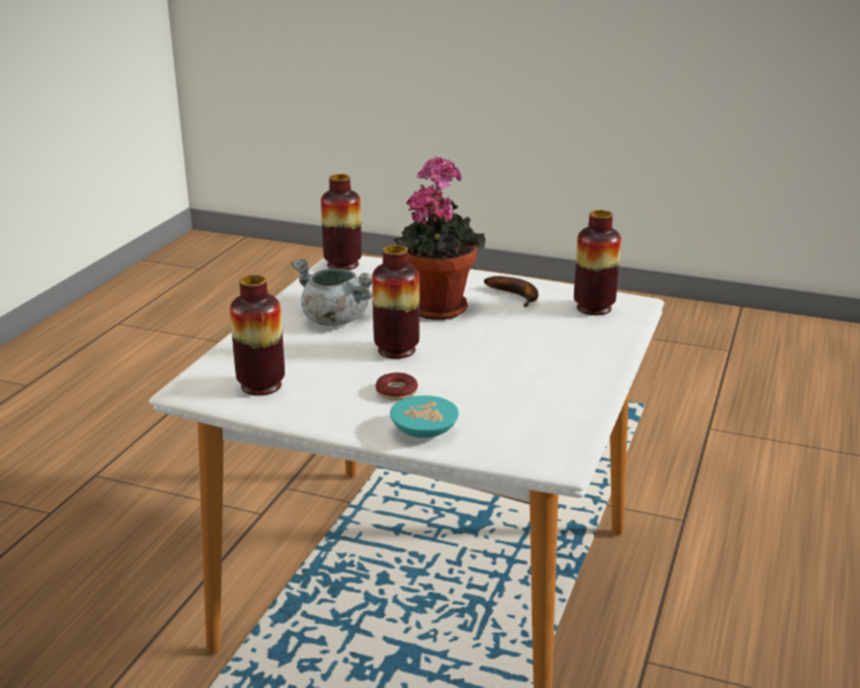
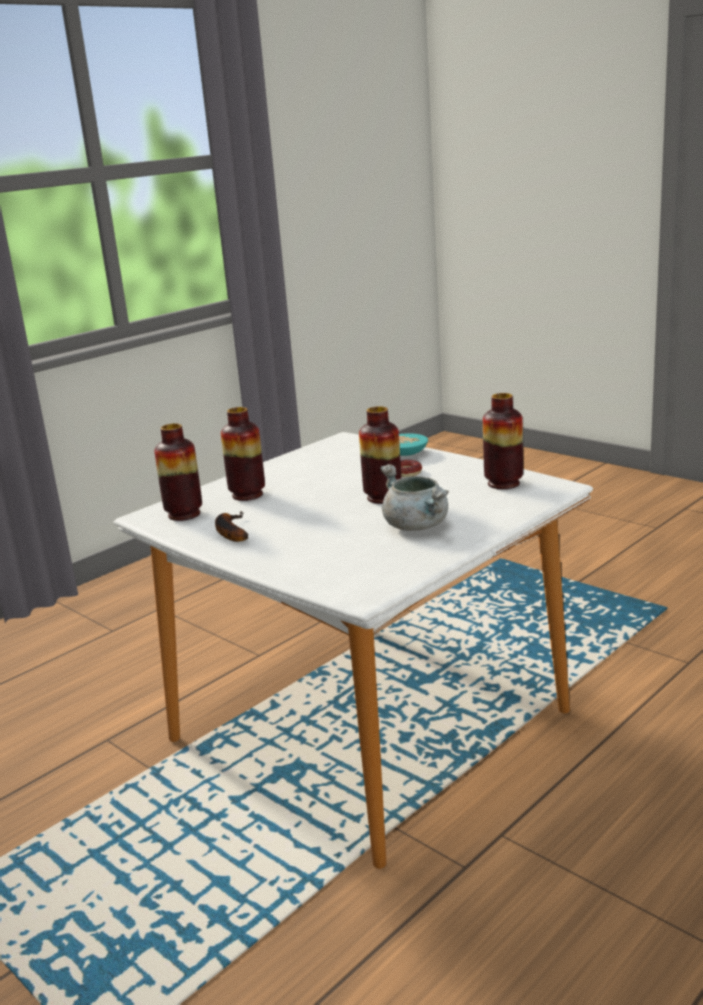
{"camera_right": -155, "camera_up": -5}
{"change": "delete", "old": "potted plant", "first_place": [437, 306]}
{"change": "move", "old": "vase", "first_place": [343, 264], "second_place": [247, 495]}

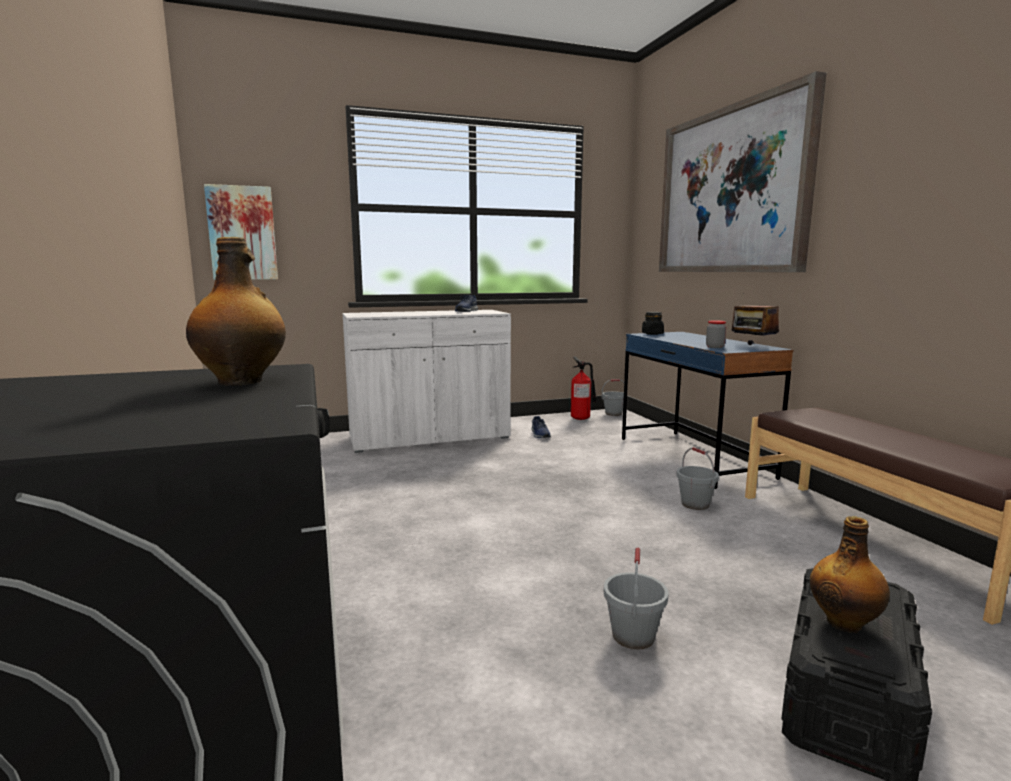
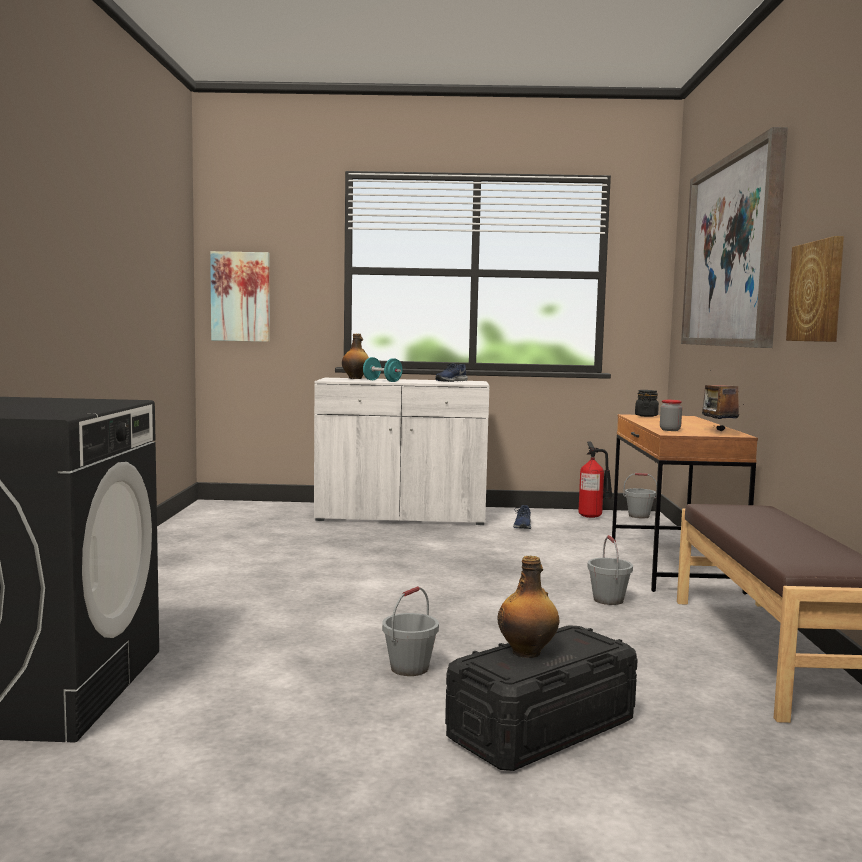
{"camera_right": 20, "camera_up": -5}
{"change": "move", "old": "bottle", "first_place": [242, 381], "second_place": [355, 378]}
{"change": "recolor", "old": "blue desk", "new": "brown desk", "first_place": [692, 457], "second_place": [671, 564]}
{"change": "insert", "new": "picture", "second_place": [817, 291]}
{"change": "insert", "new": "turquoise dumbbell", "second_place": [382, 381]}

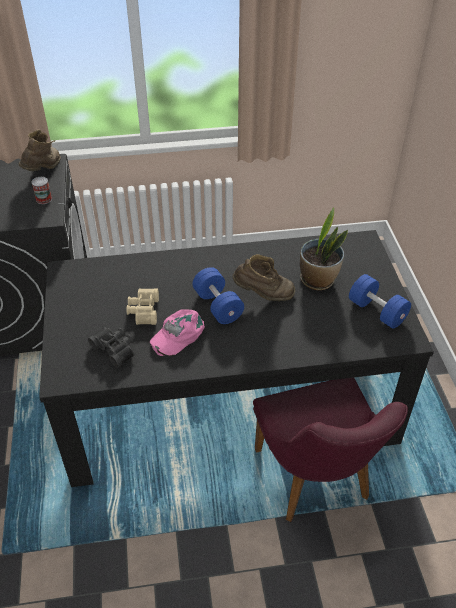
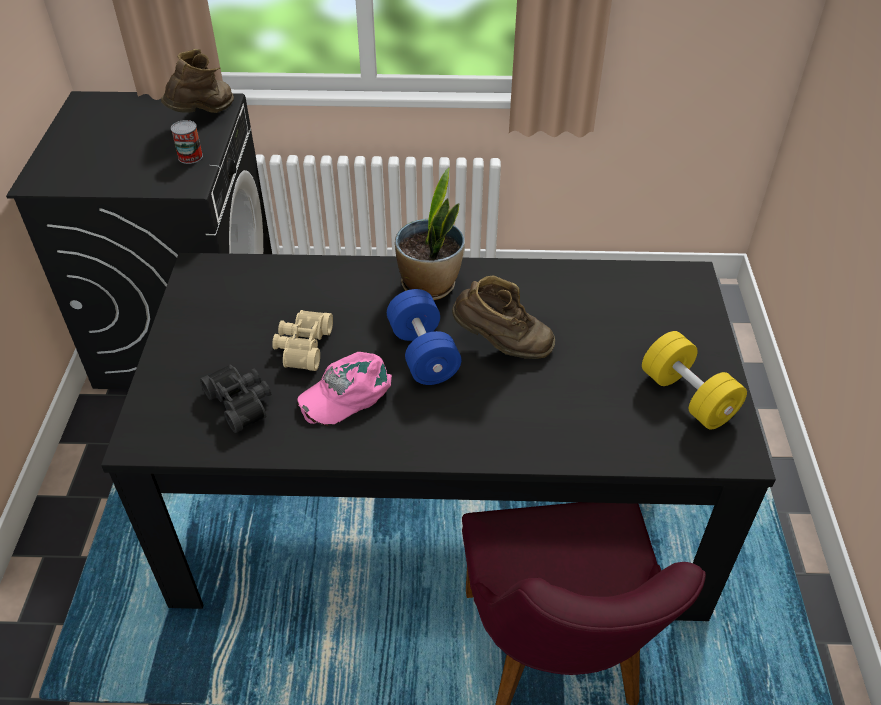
{"camera_right": 10, "camera_up": 0}
{"change": "move", "old": "potted plant", "first_place": [318, 280], "second_place": [430, 285]}
{"change": "recolor", "old": "blue dumbbell", "new": "yellow dumbbell", "first_place": [377, 311], "second_place": [687, 397]}

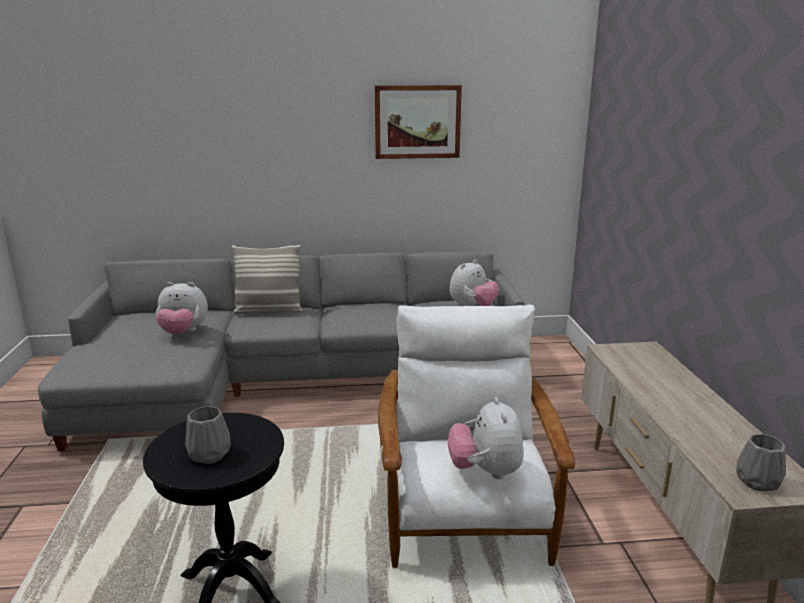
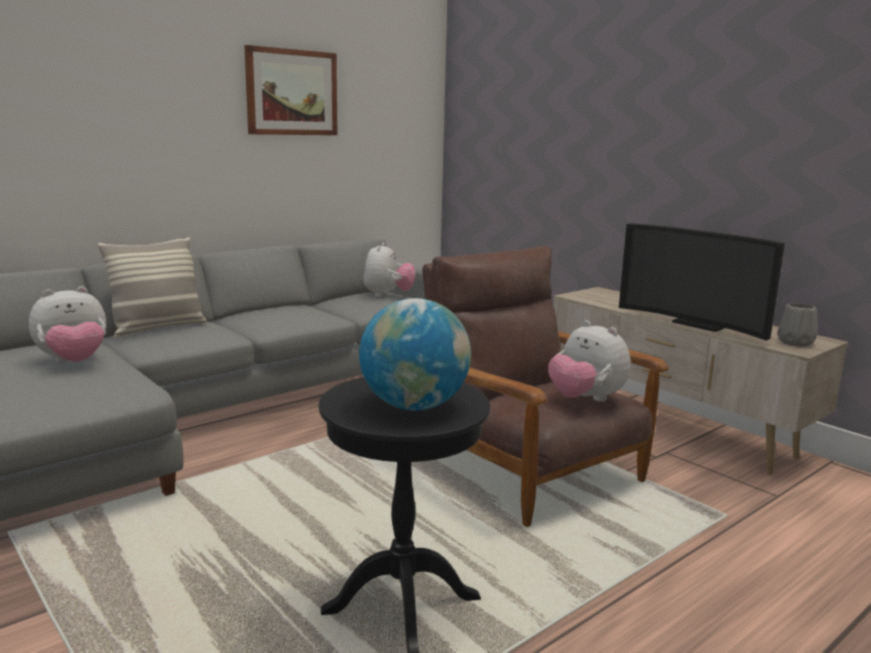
{"camera_right": -35, "camera_up": -5}
{"change": "recolor", "old": "white armchair", "new": "brown armchair", "first_place": [464, 509], "second_place": [526, 467]}
{"change": "replace", "old": "grey vase", "new": "globe", "first_place": [210, 454], "second_place": [414, 406]}
{"change": "insert", "new": "television", "second_place": [698, 324]}

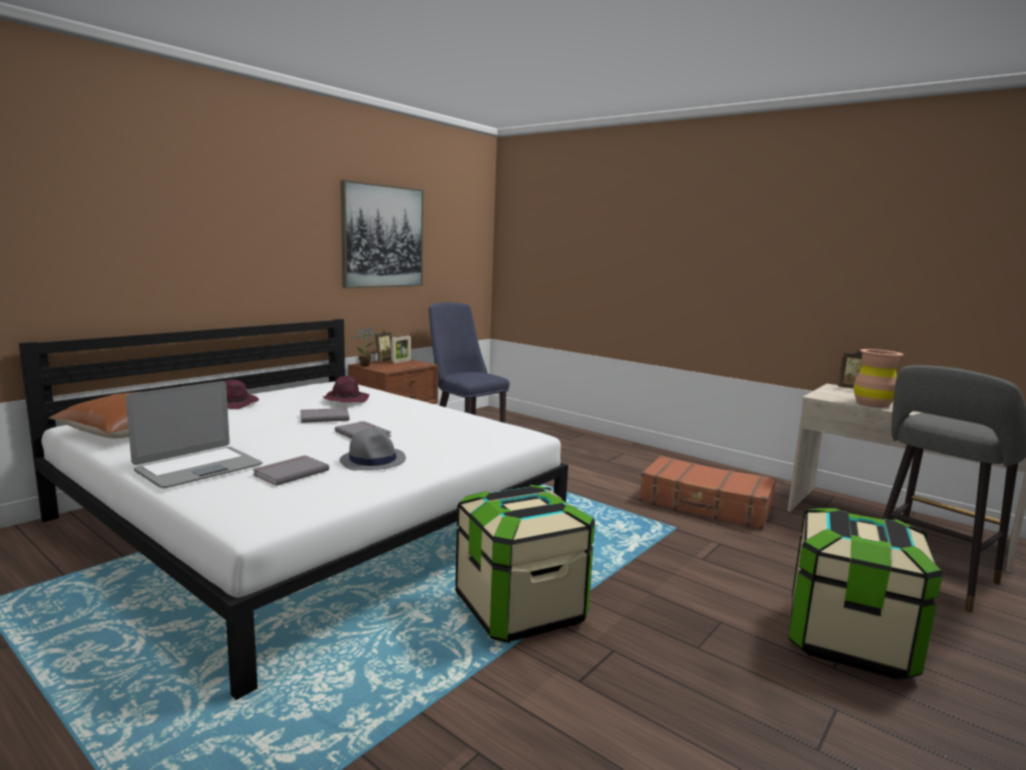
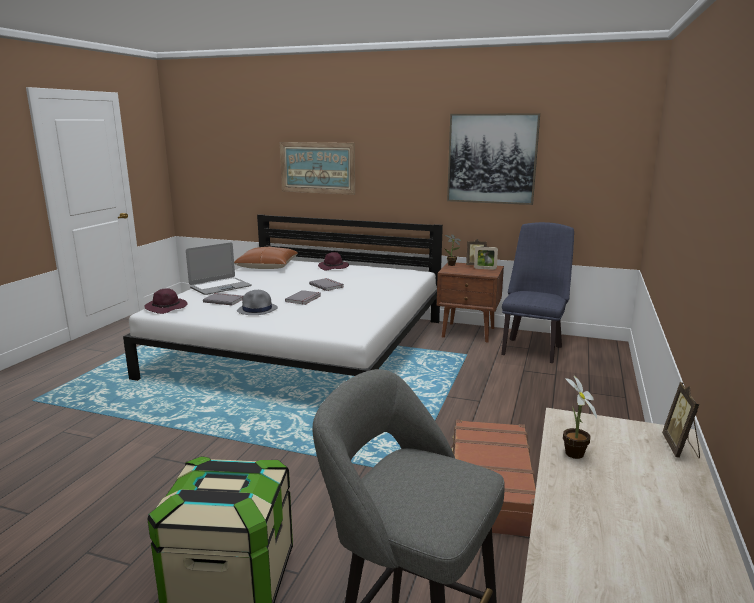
{"camera_right": 70, "camera_up": 5}
{"change": "replace", "old": "brown vase", "new": "potted plant", "first_place": [872, 404], "second_place": [573, 455]}
{"change": "move", "old": "purple hat", "first_place": [345, 399], "second_place": [167, 308]}
{"change": "rotate", "old": "laptop", "first_place": [198, 468], "second_place": [220, 287], "degrees": -60}
{"change": "delete", "old": "storage box", "first_place": [520, 609]}
{"change": "insert", "new": "picture", "second_place": [317, 167]}

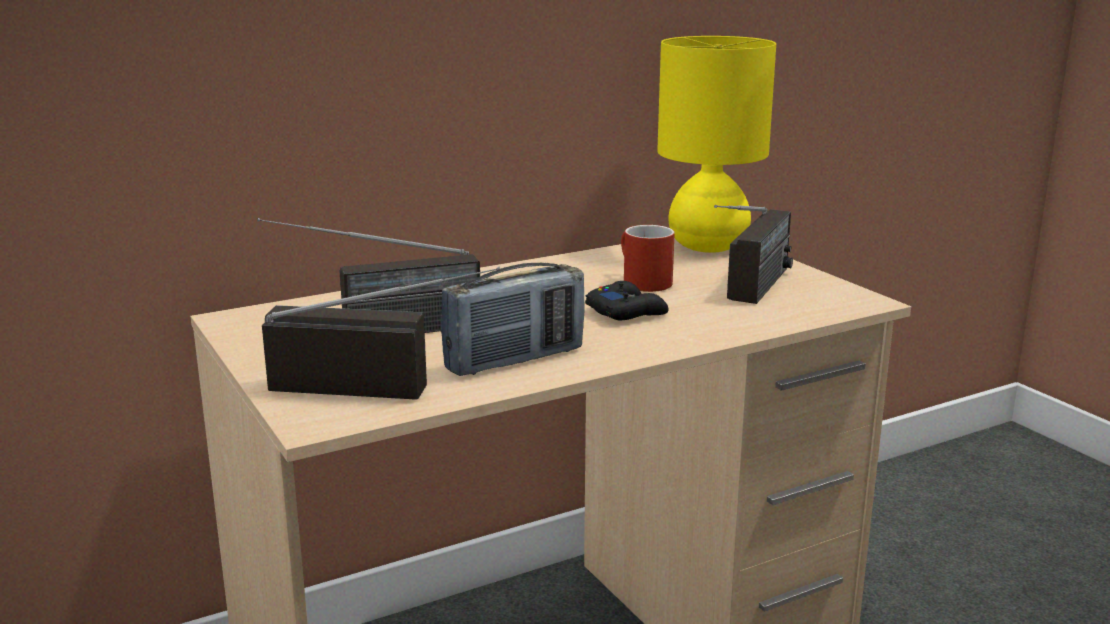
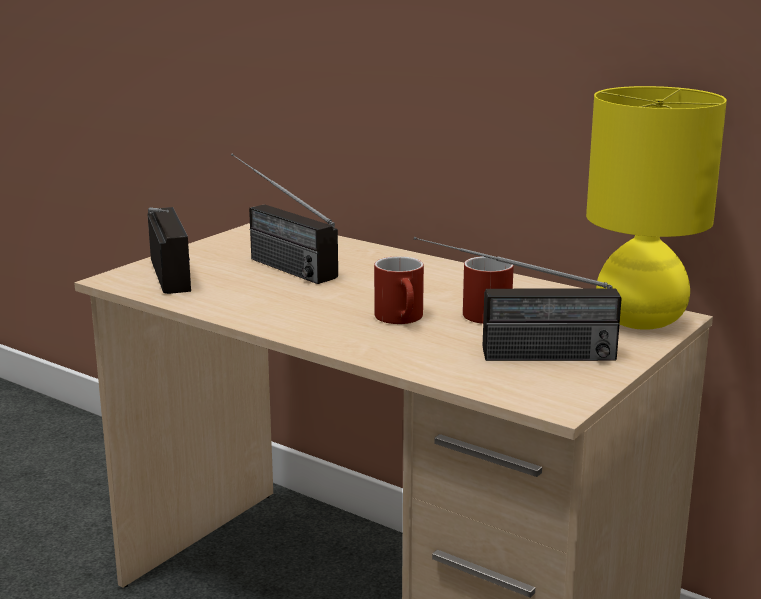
{"camera_right": 65, "camera_up": 0}
{"change": "delete", "old": "radio", "first_place": [515, 360]}
{"change": "replace", "old": "black game controller", "new": "red mug", "first_place": [626, 312], "second_place": [403, 319]}

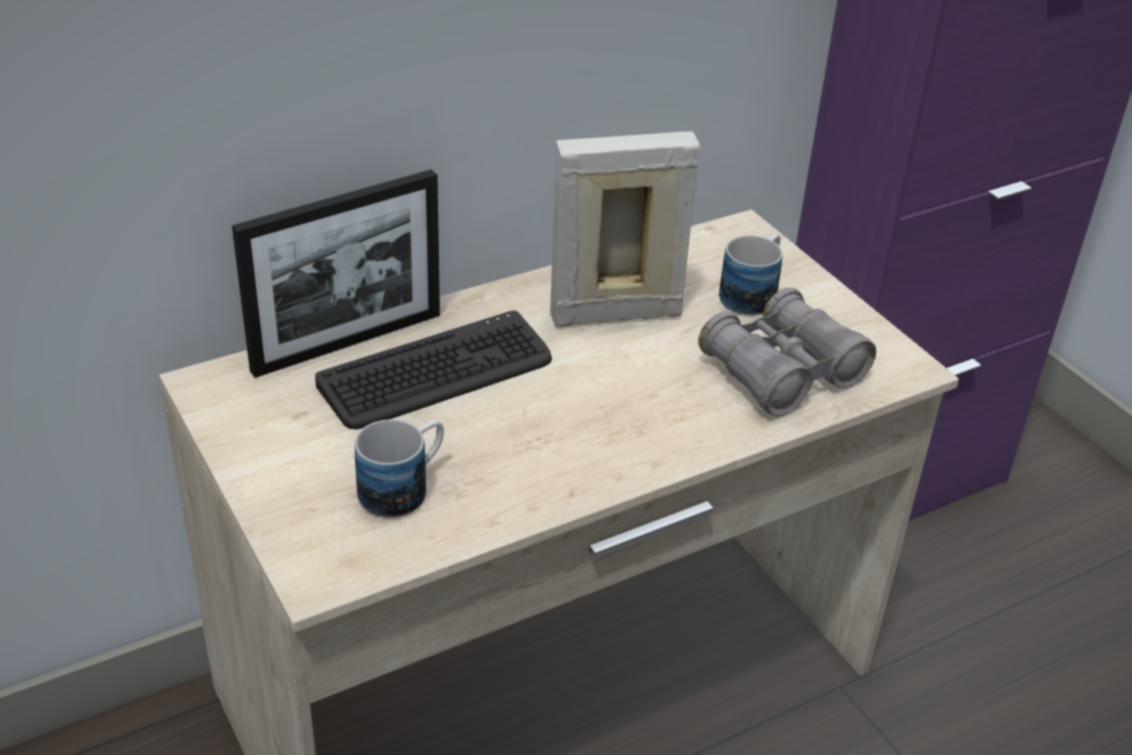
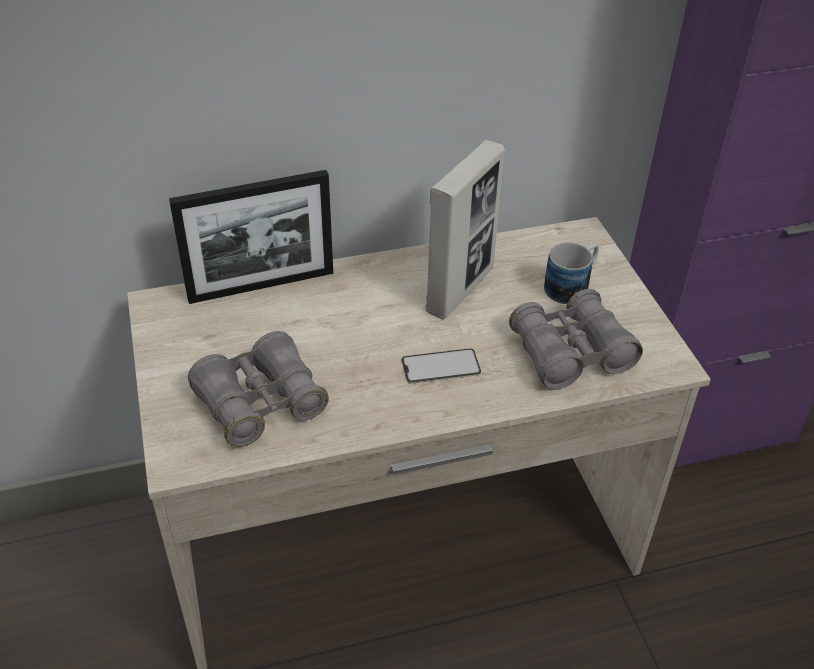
{"camera_right": 15, "camera_up": 5}
{"change": "rotate", "old": "picture frame", "first_place": [614, 314], "second_place": [460, 289], "degrees": 120}
{"change": "delete", "old": "keyboard", "first_place": [437, 373]}
{"change": "replace", "old": "mug", "new": "grey binoculars", "first_place": [404, 487], "second_place": [260, 403]}
{"change": "insert", "new": "phone", "second_place": [440, 366]}

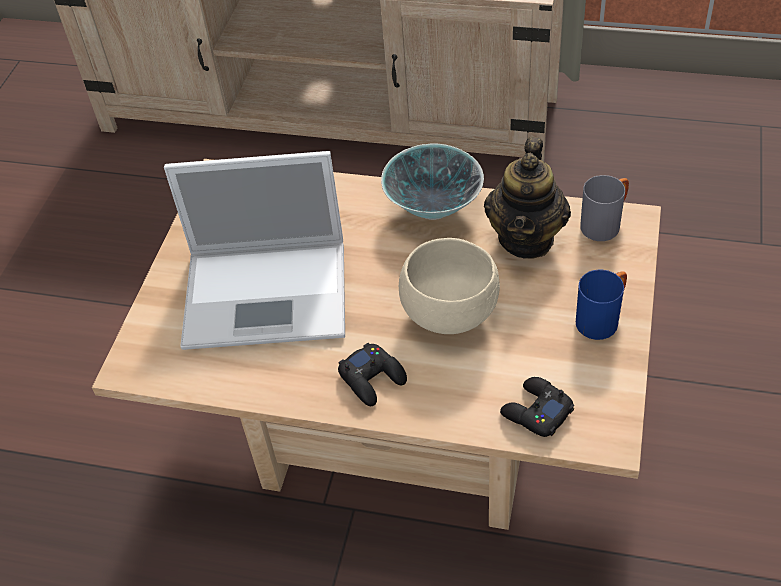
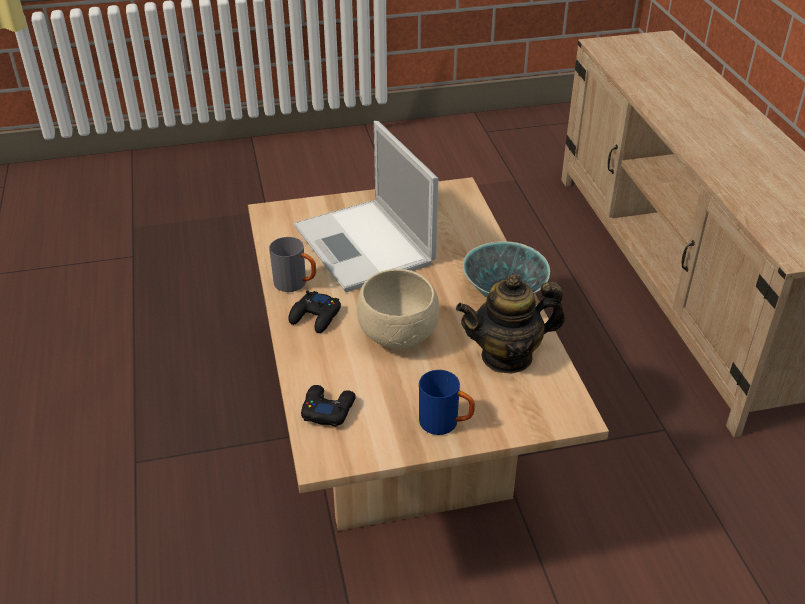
{"camera_right": 60, "camera_up": -10}
{"change": "move", "old": "grey mug", "first_place": [605, 223], "second_place": [296, 284]}

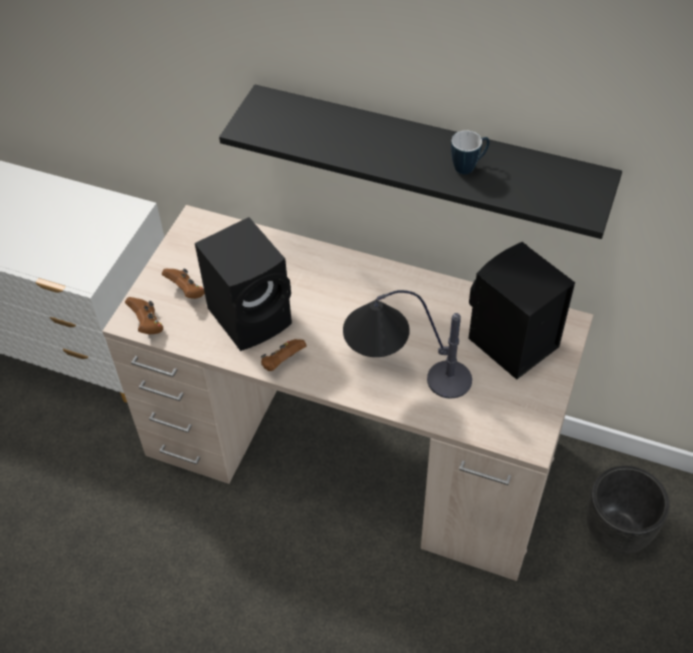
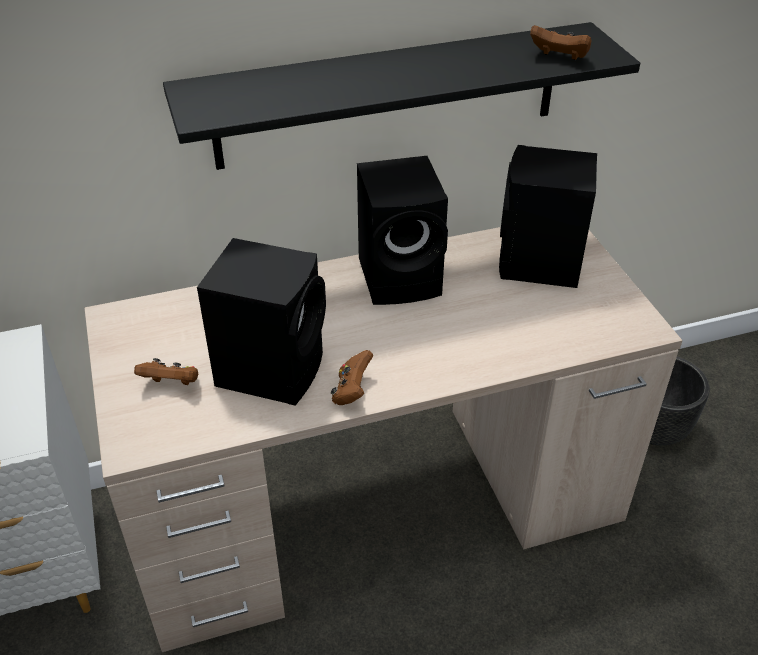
{"camera_right": -40, "camera_up": -10}
{"change": "delete", "old": "mug", "first_place": [469, 167]}
{"change": "delete", "old": "table lamp", "first_place": [403, 379]}
{"change": "move", "old": "brown game controller", "first_place": [147, 324], "second_place": [559, 58]}
{"change": "insert", "new": "black speaker", "second_place": [403, 277]}

